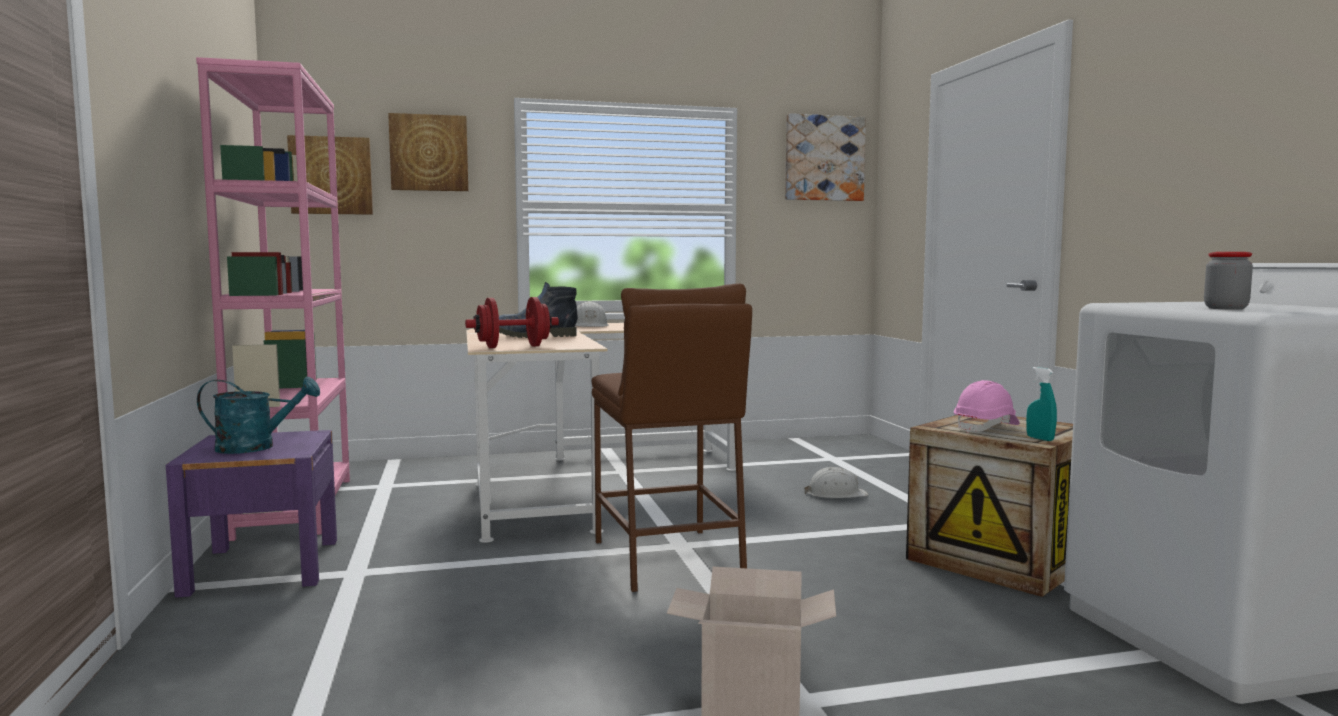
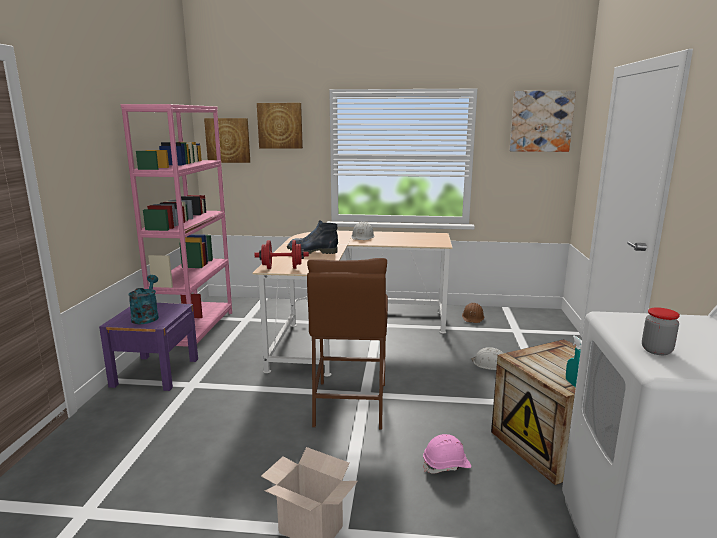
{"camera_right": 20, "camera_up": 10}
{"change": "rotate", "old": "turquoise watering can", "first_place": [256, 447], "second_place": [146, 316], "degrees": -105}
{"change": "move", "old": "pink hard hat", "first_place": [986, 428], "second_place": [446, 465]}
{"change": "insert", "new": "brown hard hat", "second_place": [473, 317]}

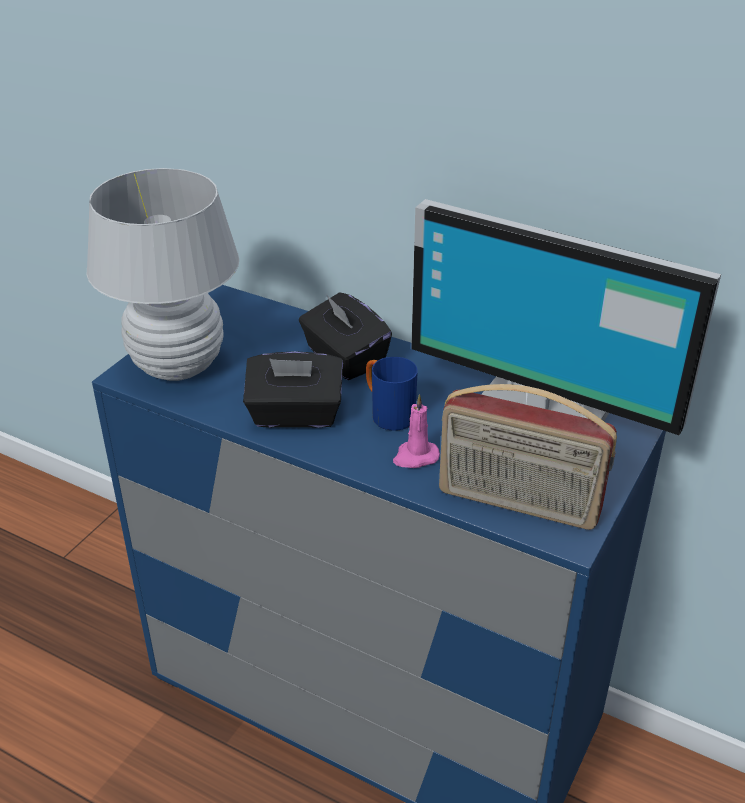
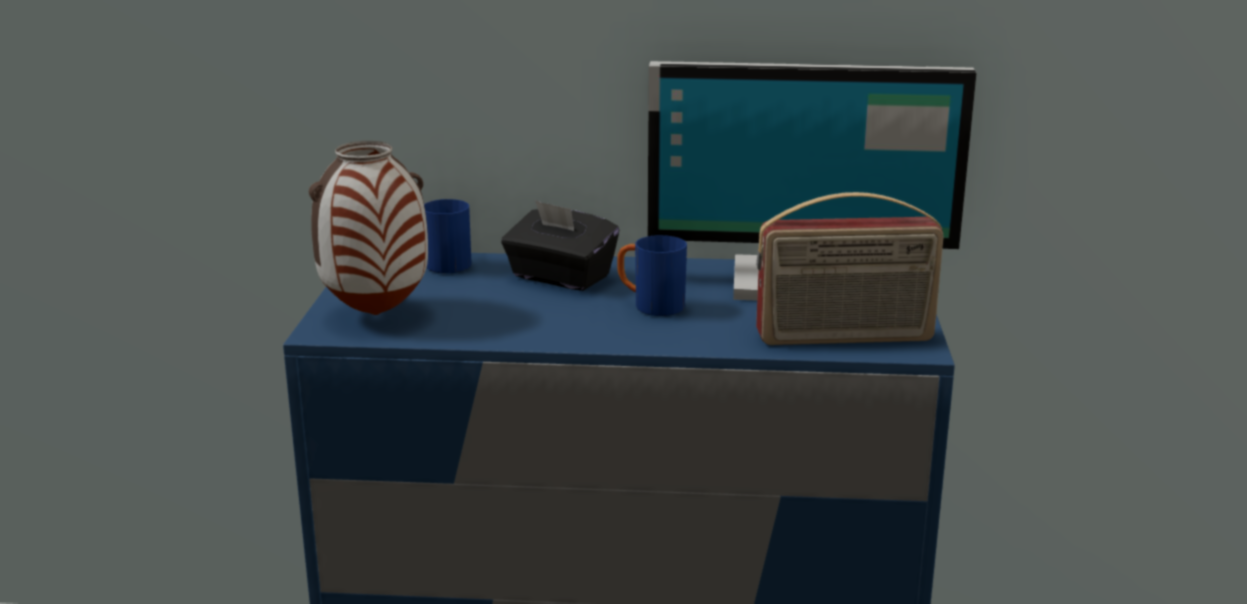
{"camera_right": -25, "camera_up": -15}
{"change": "replace", "old": "white table lamp", "new": "vase", "first_place": [178, 366], "second_place": [377, 314]}
{"change": "delete", "old": "black tissue box", "first_place": [295, 415]}
{"change": "delete", "old": "pink candle", "first_place": [415, 457]}
{"change": "insert", "new": "blue mug", "second_place": [445, 263]}

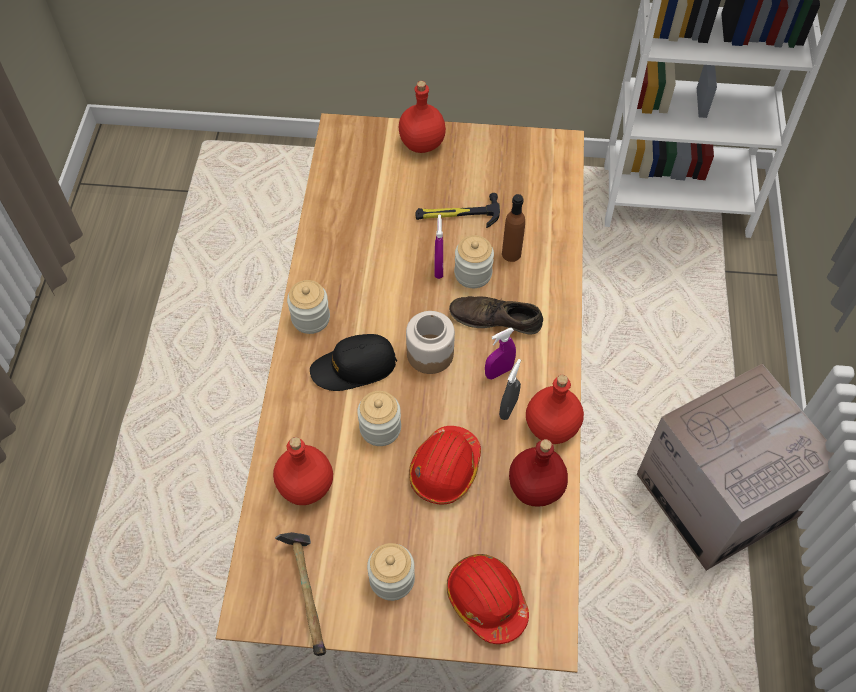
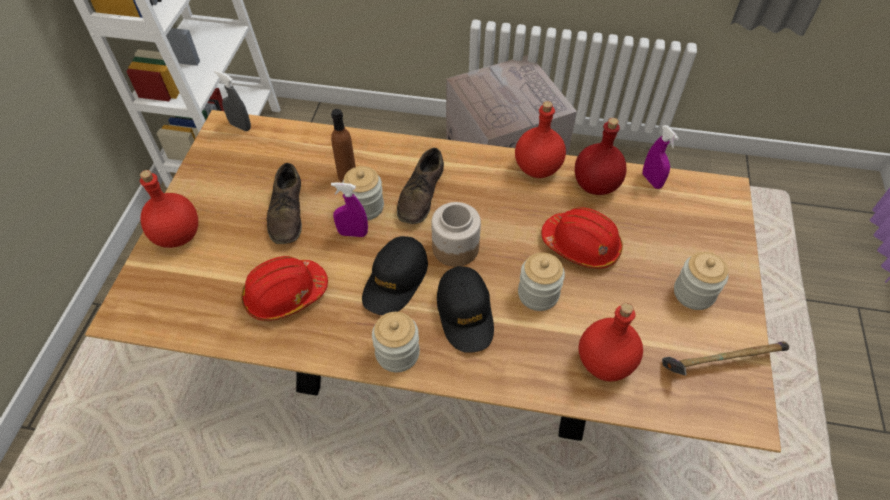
{"camera_right": -85, "camera_up": -5}
{"change": "replace", "old": "hammer", "new": "brown shoe", "first_place": [457, 214], "second_place": [287, 213]}
{"change": "move", "old": "purple spray bottle", "first_place": [498, 372], "second_place": [651, 181]}
{"change": "move", "old": "grey spray bottle", "first_place": [508, 408], "second_place": [240, 126]}
{"change": "move", "old": "red hard hat", "first_place": [486, 600], "second_place": [285, 294]}
{"change": "insert", "new": "black cap", "second_place": [395, 280]}

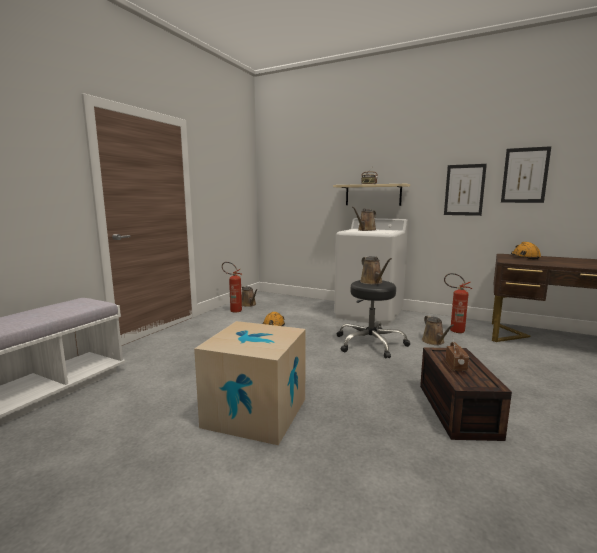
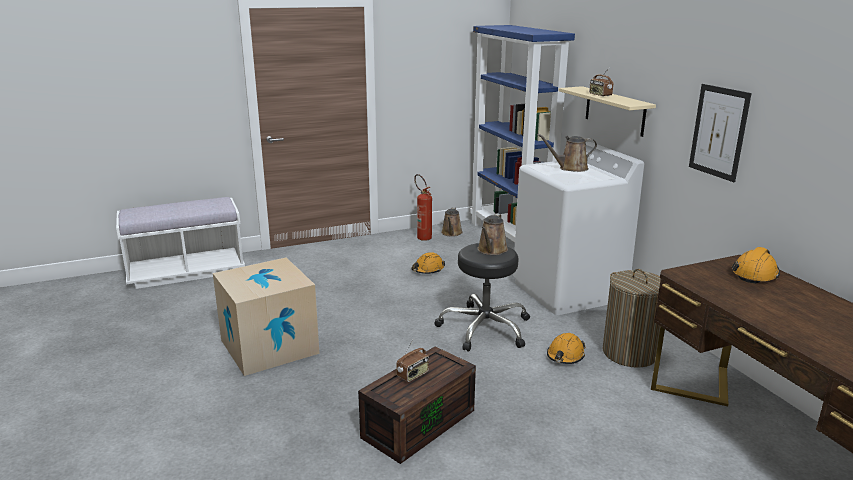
{"camera_right": 40, "camera_up": 10}
{"change": "delete", "old": "picture", "first_place": [525, 175]}
{"change": "replace", "old": "fire extinguisher", "new": "laundry basket", "first_place": [453, 330], "second_place": [630, 353]}
{"change": "replace", "old": "brown watering can", "new": "orange hard hat", "first_place": [434, 342], "second_place": [565, 356]}
{"change": "insert", "new": "blue bookcase", "second_place": [510, 237]}

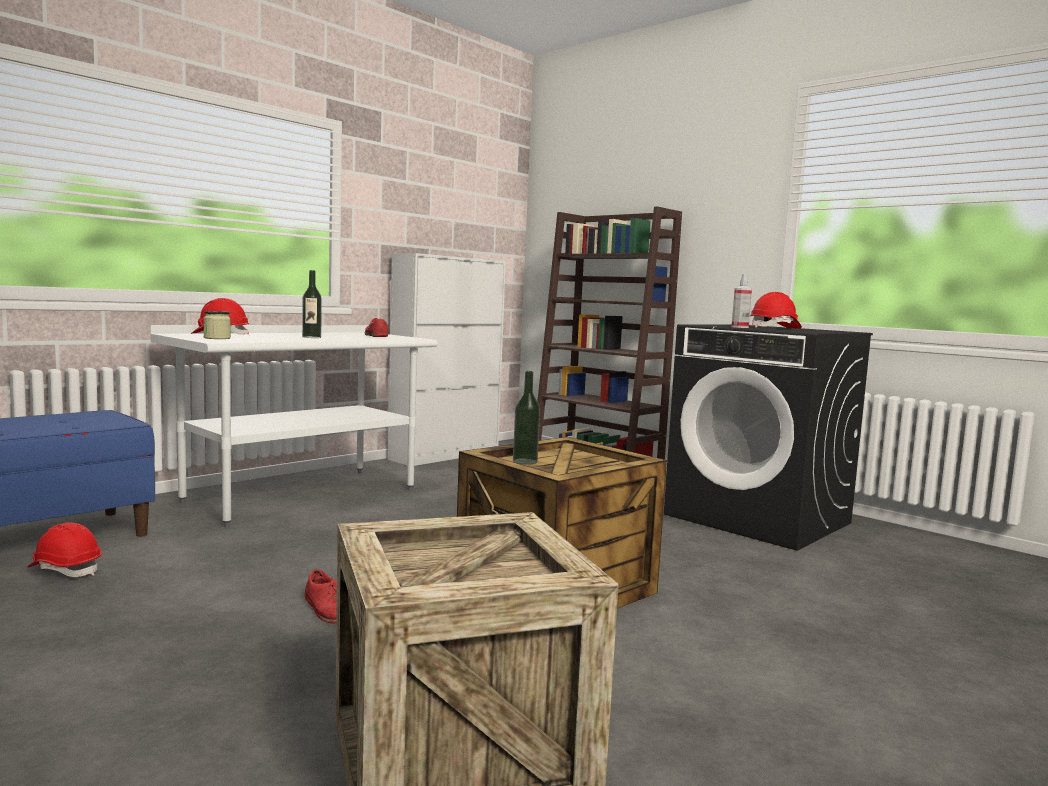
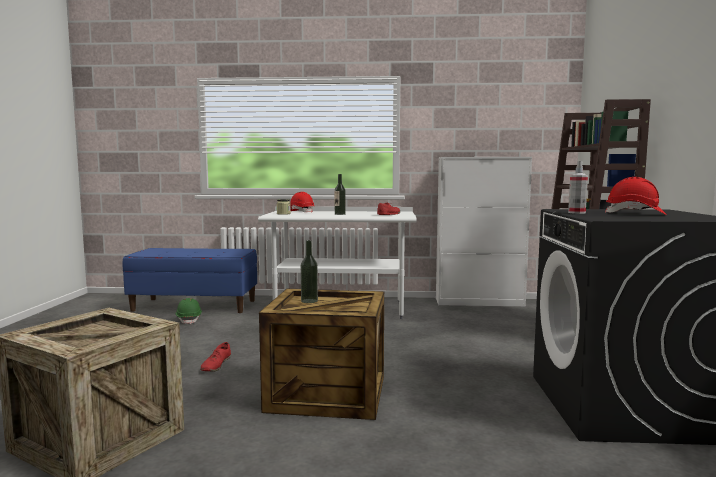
{"camera_right": 50, "camera_up": 0}
{"change": "recolor", "old": "red hard hat", "new": "green hard hat", "first_place": [65, 569], "second_place": [189, 319]}

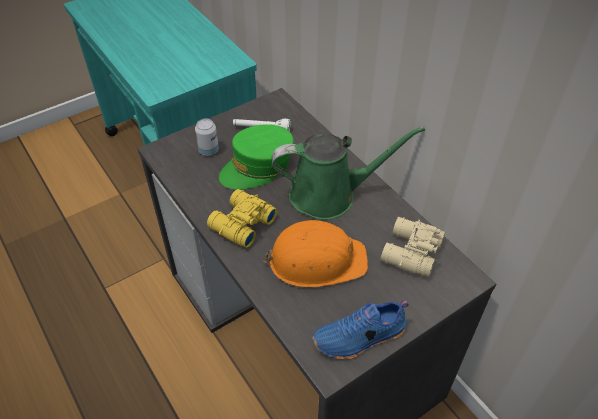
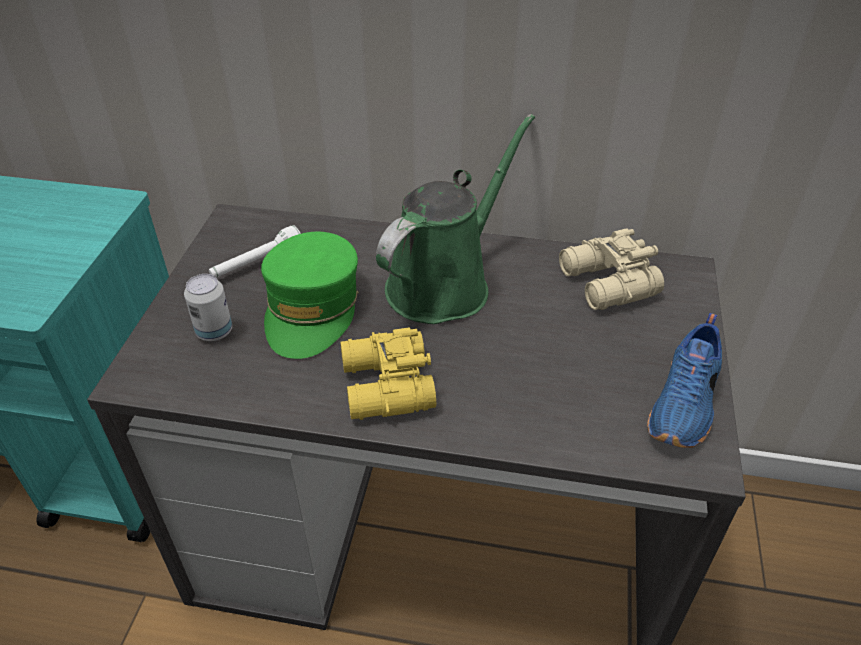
{"camera_right": -45, "camera_up": -5}
{"change": "delete", "old": "orange hard hat", "first_place": [316, 260]}

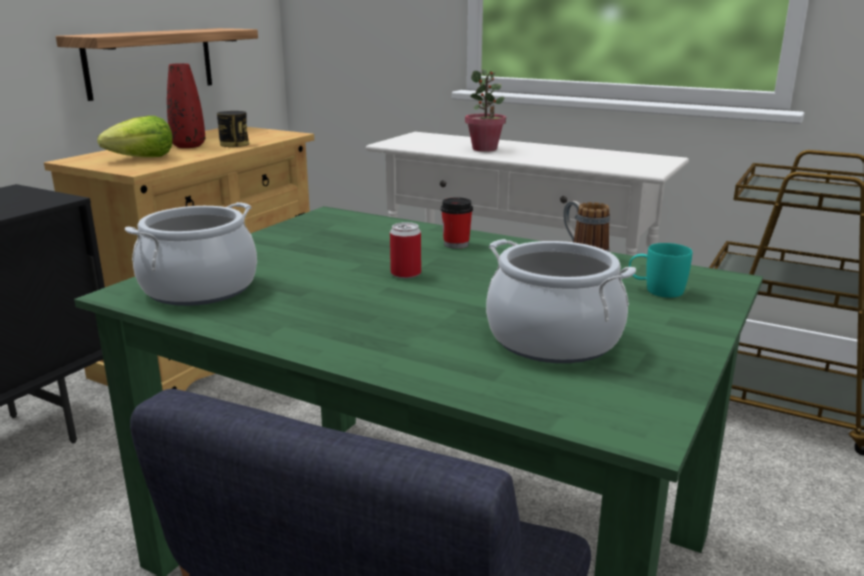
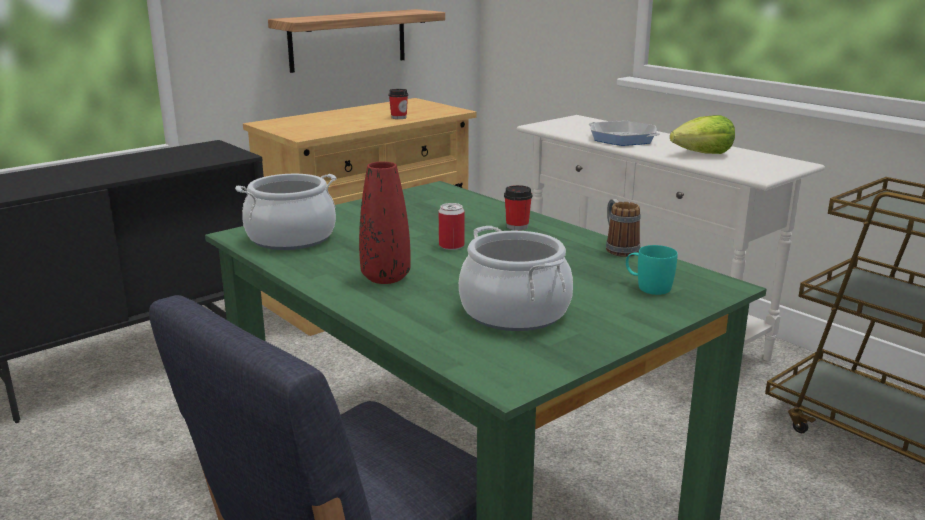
{"camera_right": 20, "camera_up": 0}
{"change": "move", "old": "red vase", "first_place": [188, 146], "second_place": [385, 277]}
{"change": "replace", "old": "potted plant", "new": "frying pan", "first_place": [485, 149], "second_place": [622, 139]}
{"change": "replace", "old": "can", "new": "cup", "first_place": [234, 144], "second_place": [399, 117]}
{"change": "move", "old": "lettuce", "first_place": [142, 158], "second_place": [703, 154]}

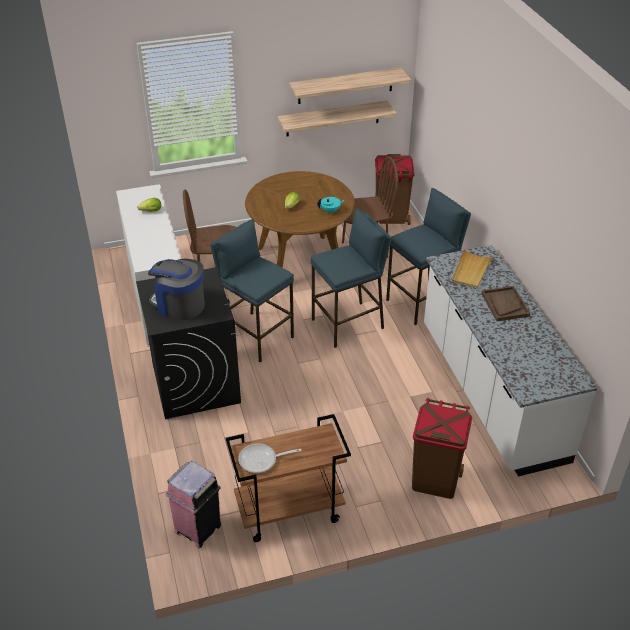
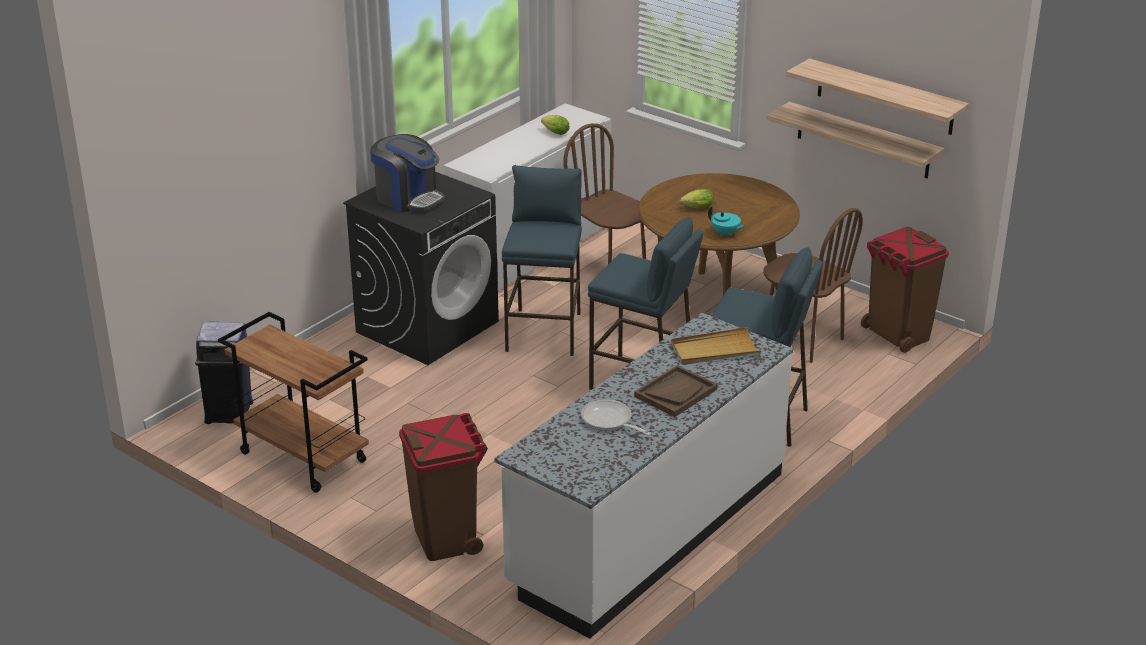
{"camera_right": 55, "camera_up": -10}
{"change": "rotate", "old": "coffee machine", "first_place": [179, 304], "second_place": [408, 198], "degrees": 135}
{"change": "move", "old": "frying pan", "first_place": [261, 460], "second_place": [609, 421]}
{"change": "recolor", "old": "pink trash can", "new": "blue trash can", "first_place": [198, 528], "second_place": [230, 412]}

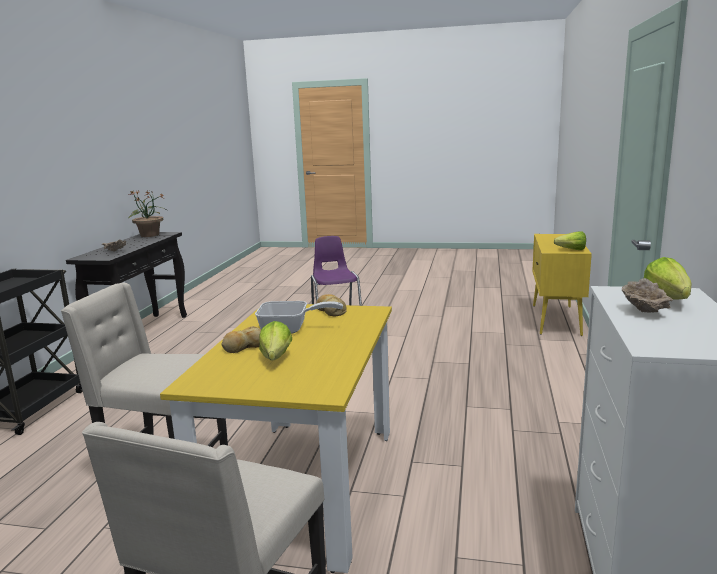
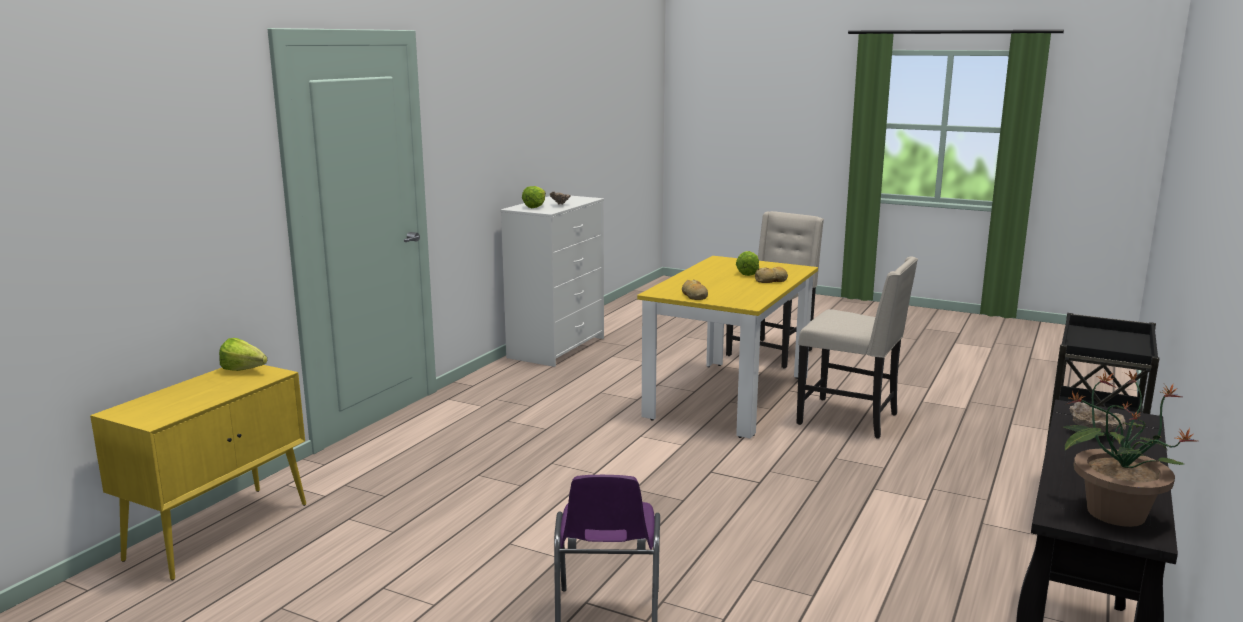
{"camera_right": -165, "camera_up": 0}
{"change": "delete", "old": "frying pan", "first_place": [290, 329]}

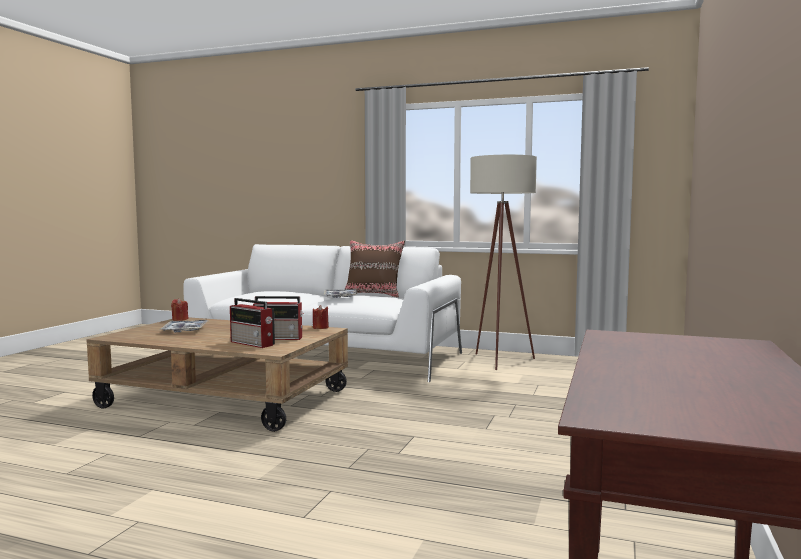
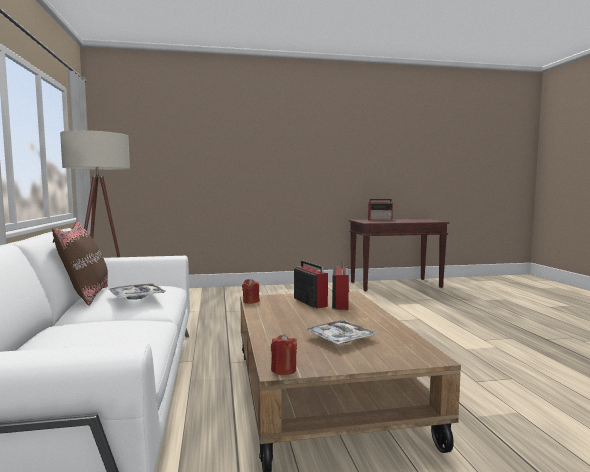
{"camera_right": -120, "camera_up": 0}
{"change": "insert", "new": "radio", "second_place": [380, 220]}

